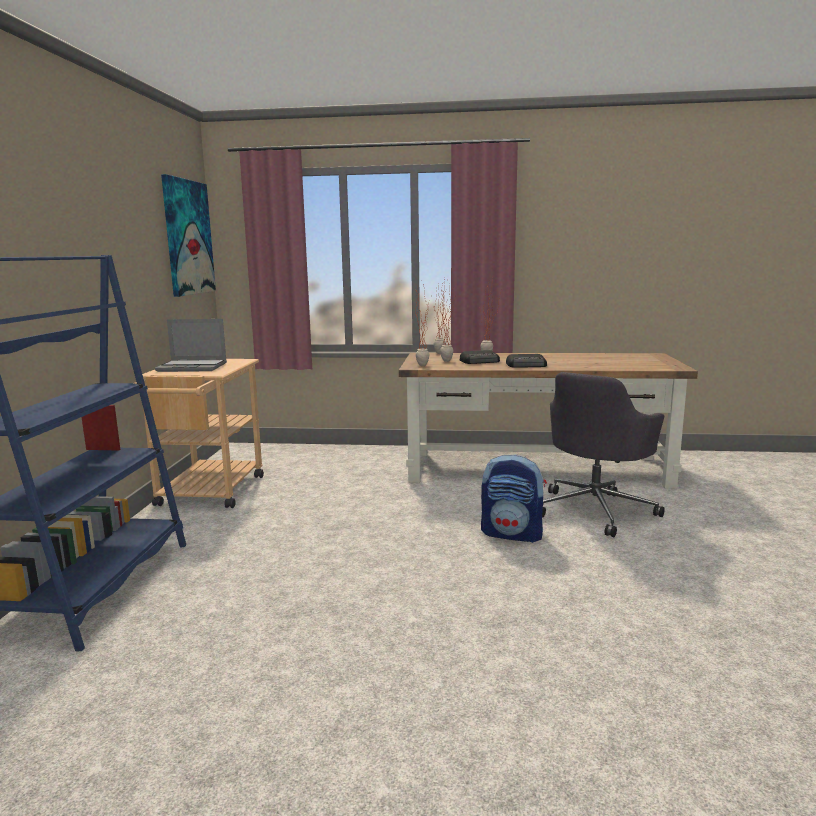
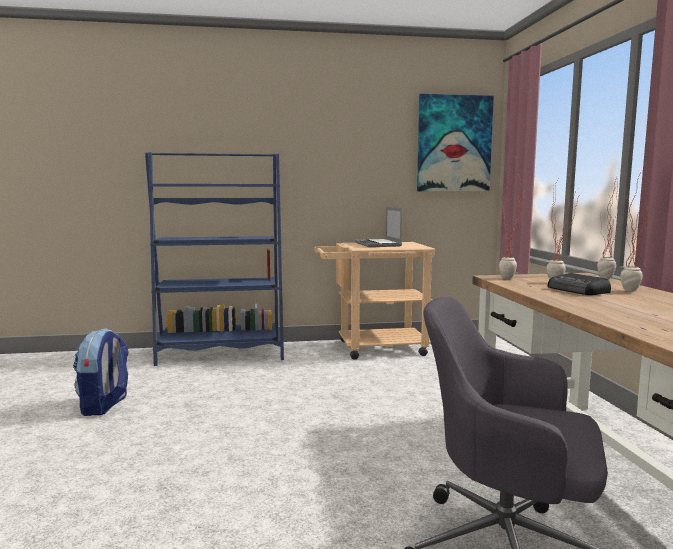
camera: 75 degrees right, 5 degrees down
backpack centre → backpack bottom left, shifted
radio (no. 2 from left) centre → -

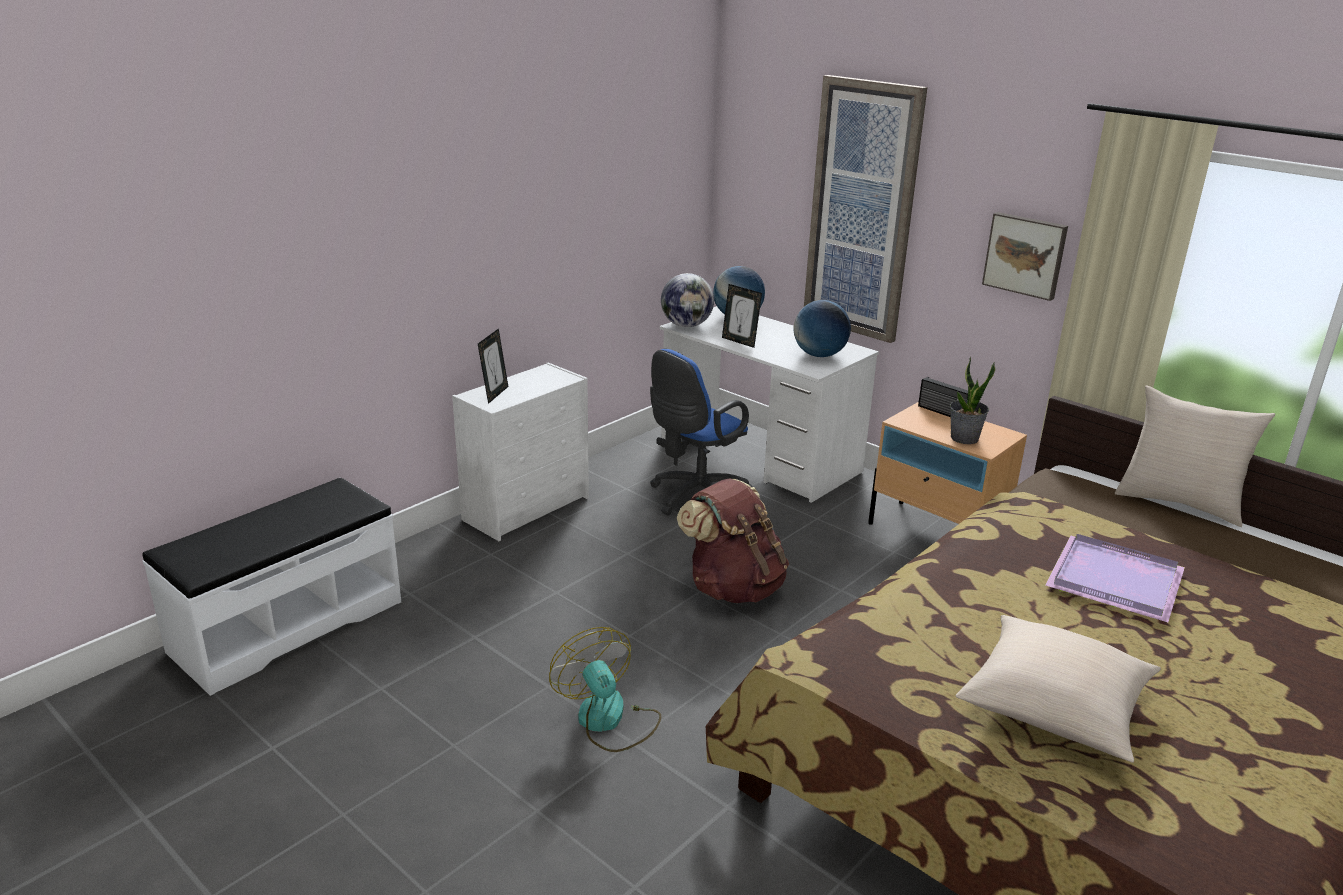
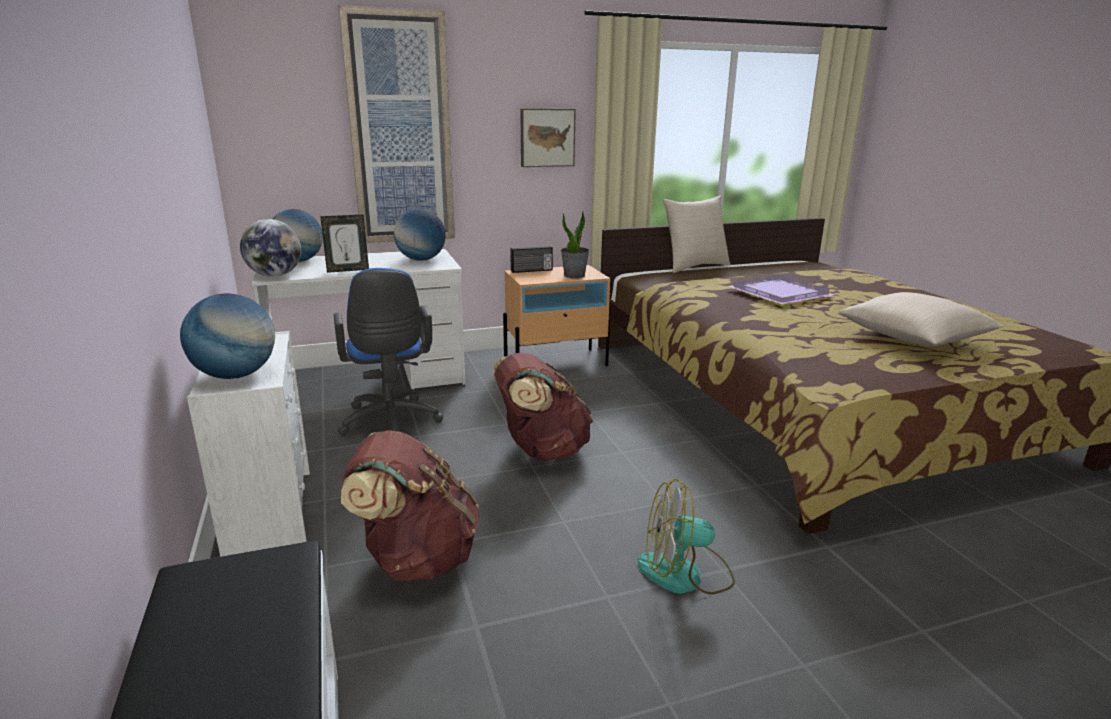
camera: 60 degrees left, 5 degrees down
picture frame (no. 1 from left) centre → world globe (no. 1 from left) middle left
- → brownish backpack (no. 1 from left) bottom centre

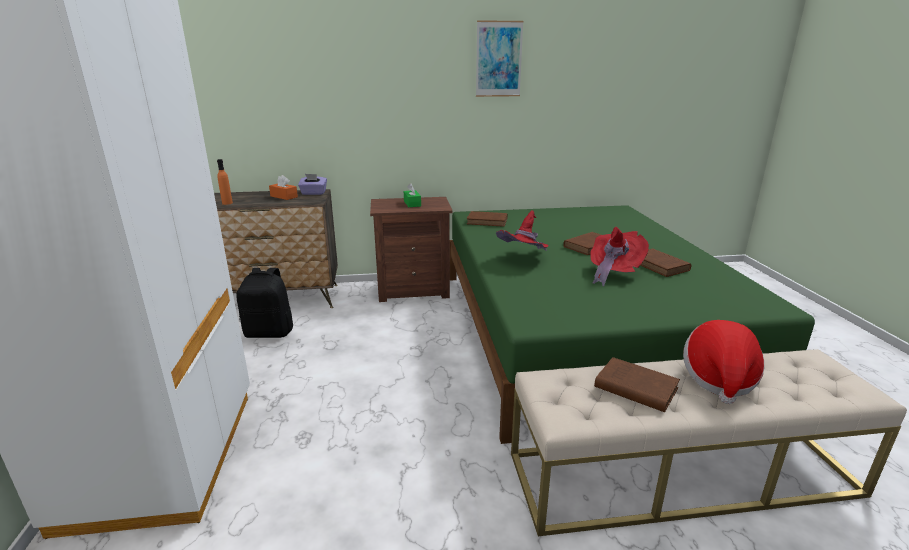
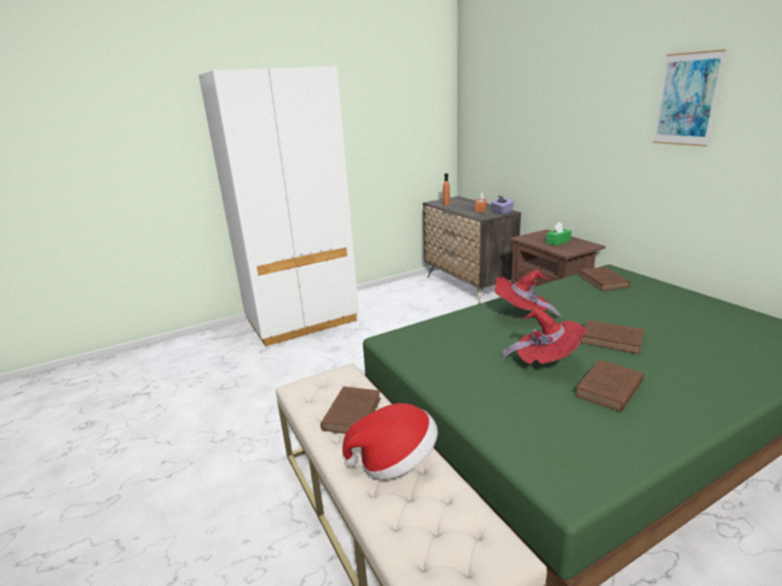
camera: 70 degrees right, 0 degrees up
blackish backpack middle left → -

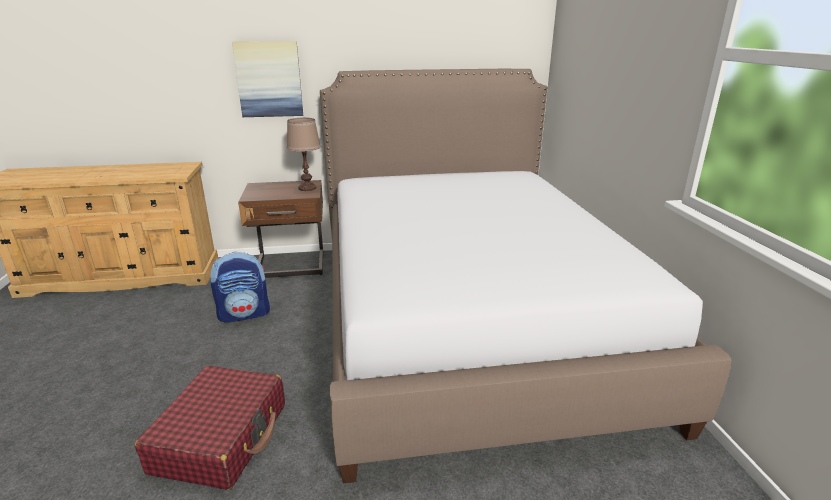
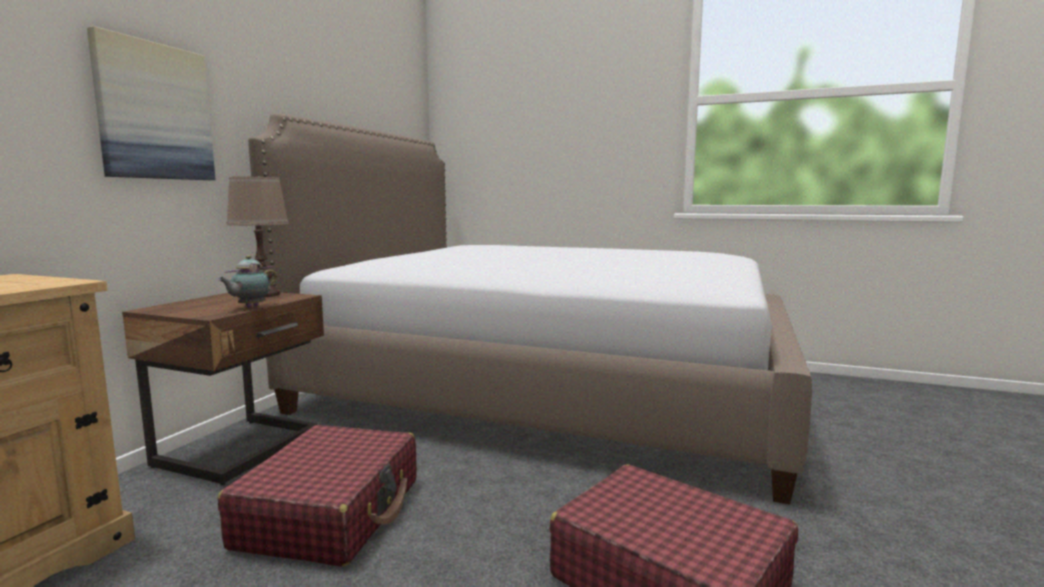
camera: 60 degrees left, 15 degrees down
- → pot for tea middle left
backpack middle left → red suitcase (no. 1 from left) bottom left

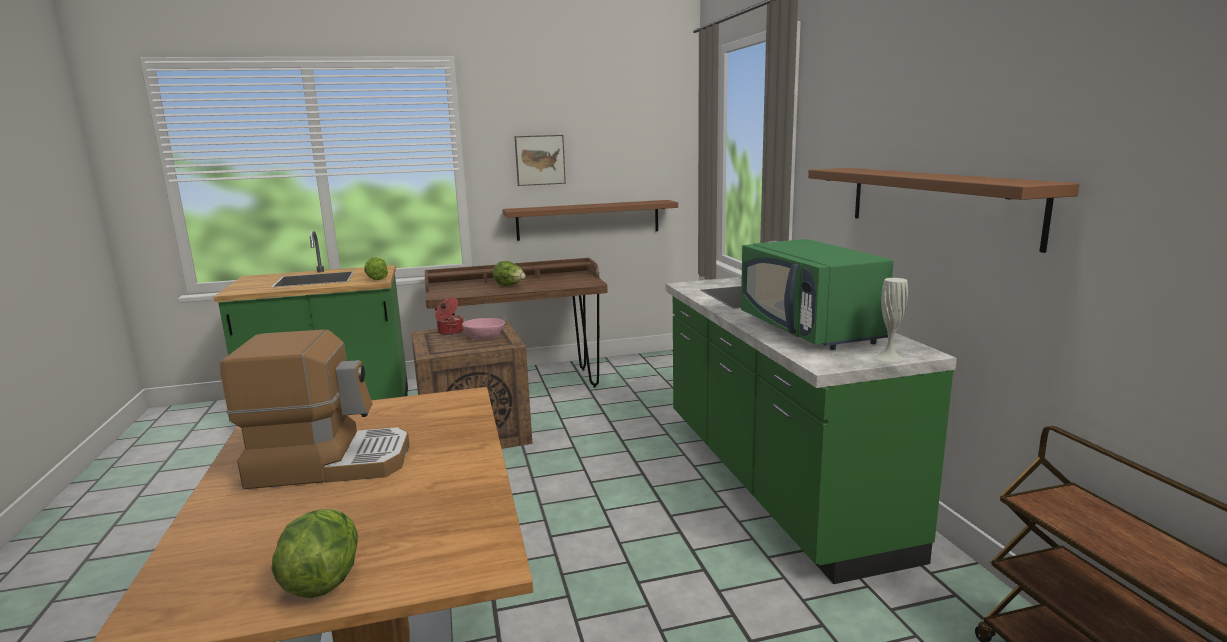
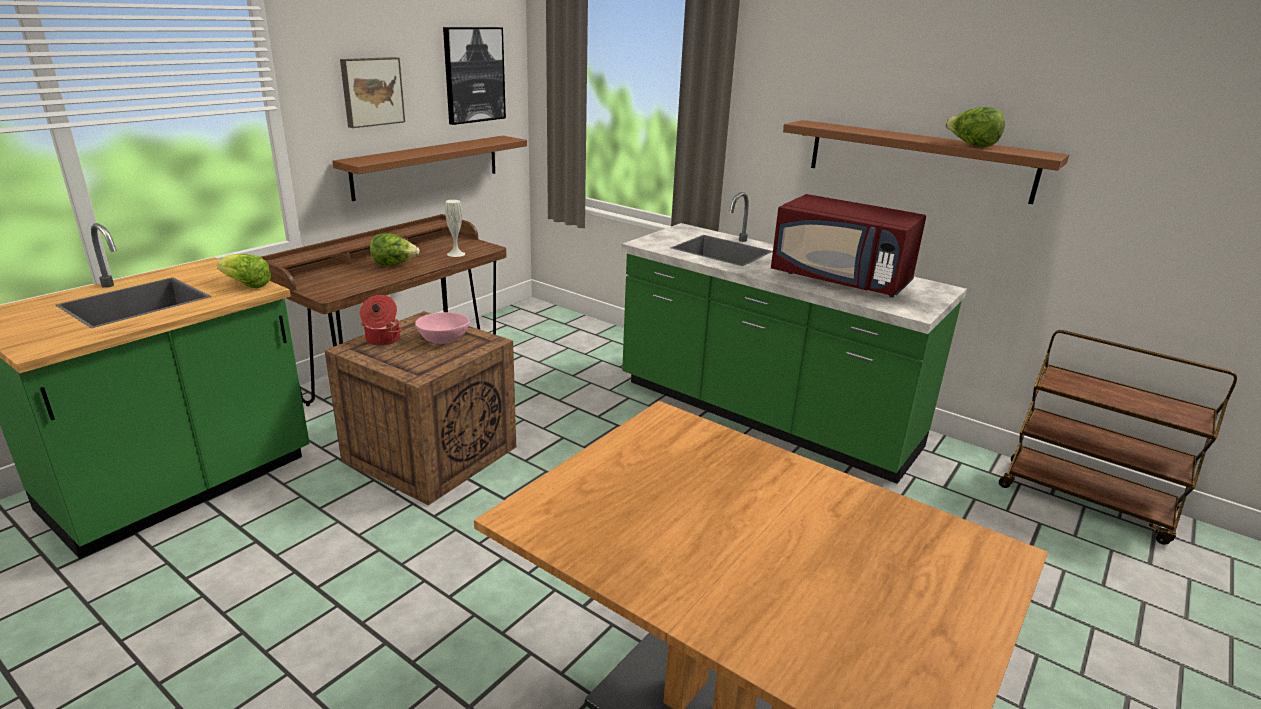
camera: 40 degrees left, 10 degrees up
- → wall art (no. 2 from left) top centre
whitish vase middle right → whitish vase top centre, shifted
green-coloured microwave oven centre → red microwave oven middle right
lettuce (no. 1 from left in the first image) bottom left → lettuce (no. 3 from left) top right, shifted
coffee brewer middle left → -

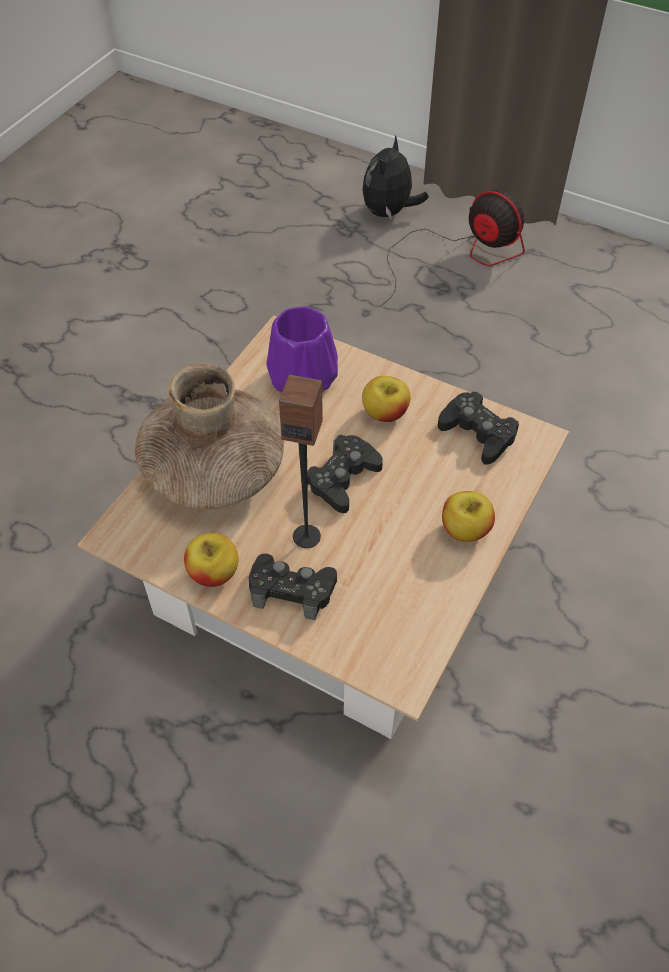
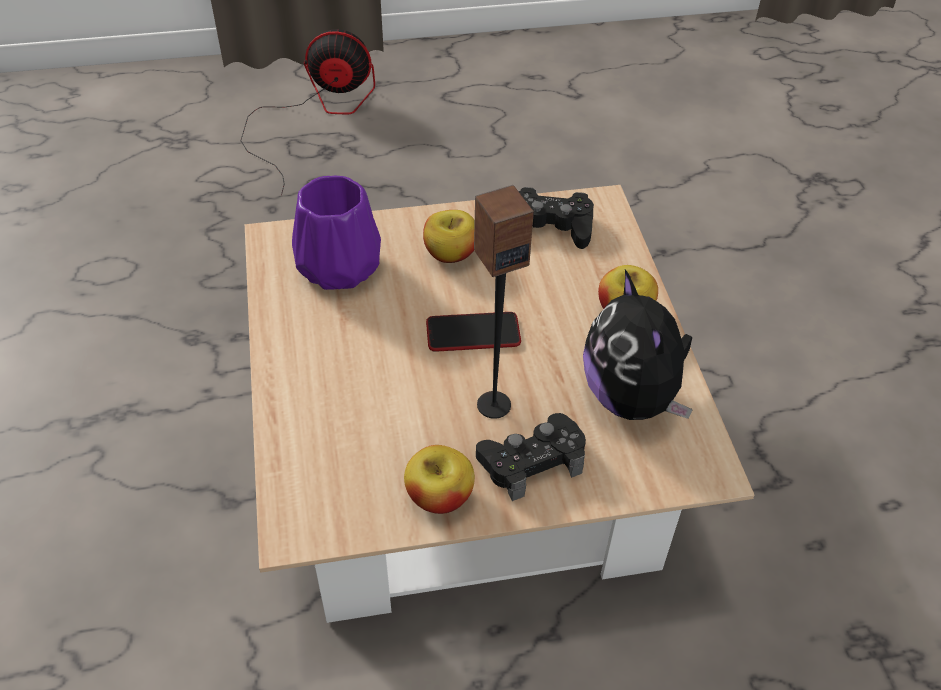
camera: 40 degrees left, 5 degrees down
blackish joypad (no. 2 from left) centre → handset centre
cuddly toy top centre → cuddly toy middle right, shifted
brownish vase middle left → -

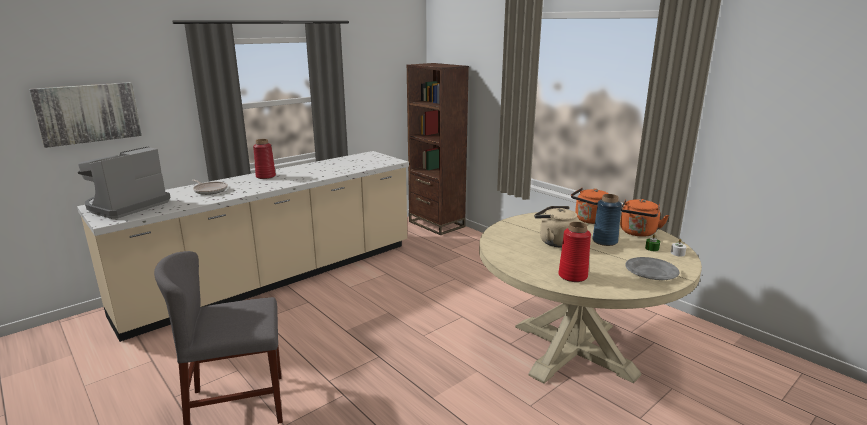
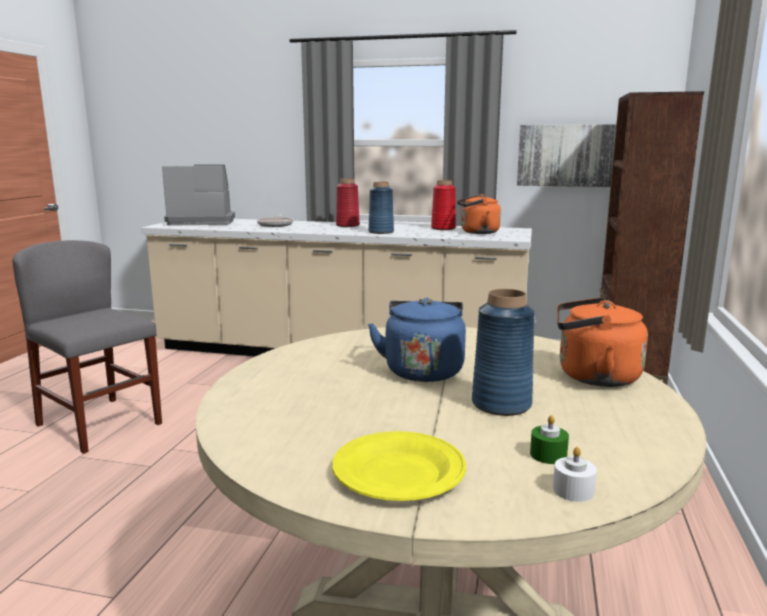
camera: 55 degrees right, 5 degrees down
grey plate middle right → yellowish plate bottom centre
- → blue vase (no. 1 from left) centre
beige-coloured kettle centre → blue kettle centre
red vase (no. 2 from left) centre → red vase (no. 2 from left) top centre, shifted
orangey kettle (no. 2 from left in the first image) middle right → orangey kettle (no. 1 from left) centre, shifted
wall art top left → wall art top right, shifted

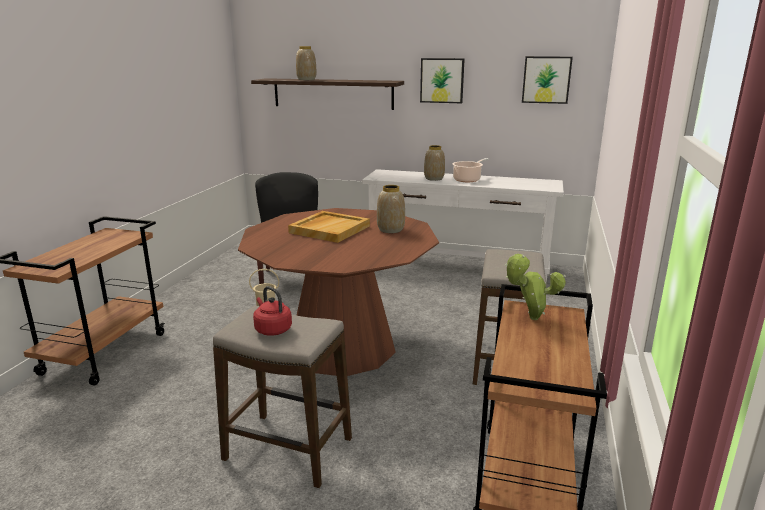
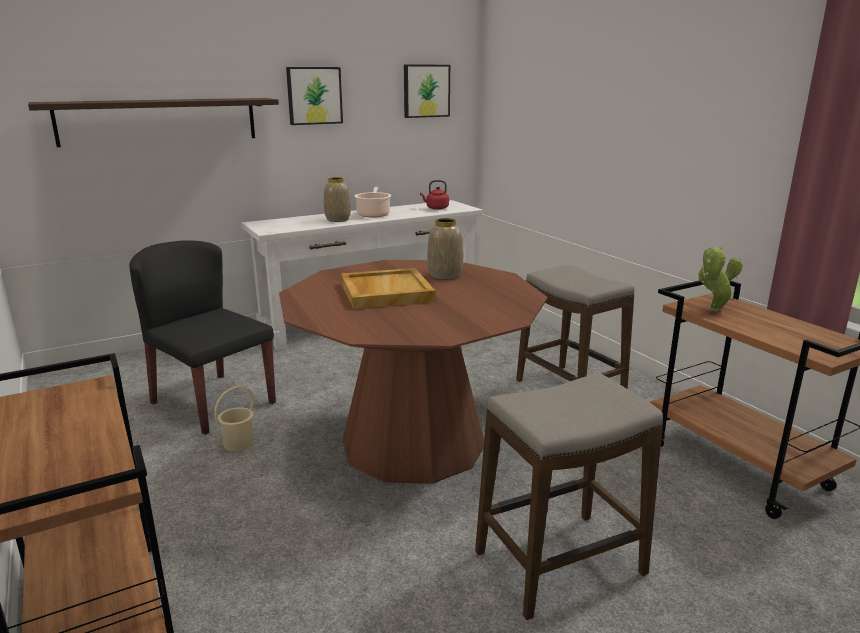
camera: 45 degrees left, 0 degrees up
red kettle centre → red kettle top centre, shifted
vase (no. 1 from left) top centre → -

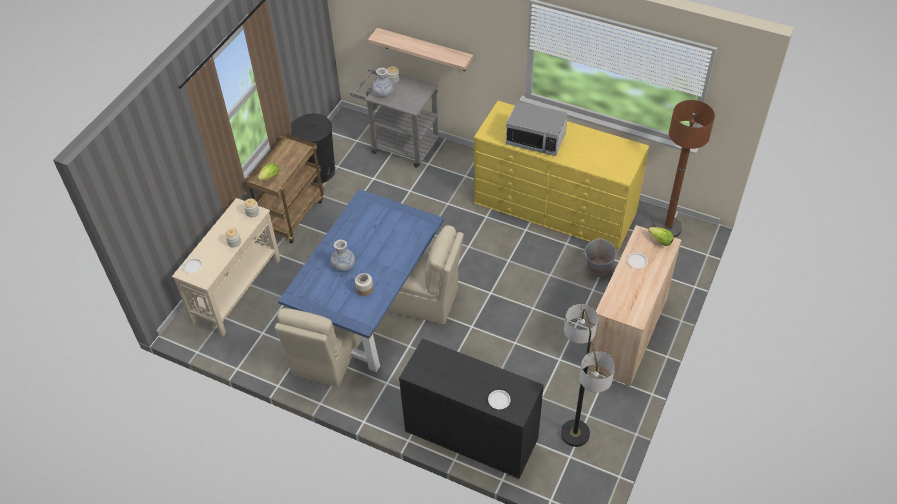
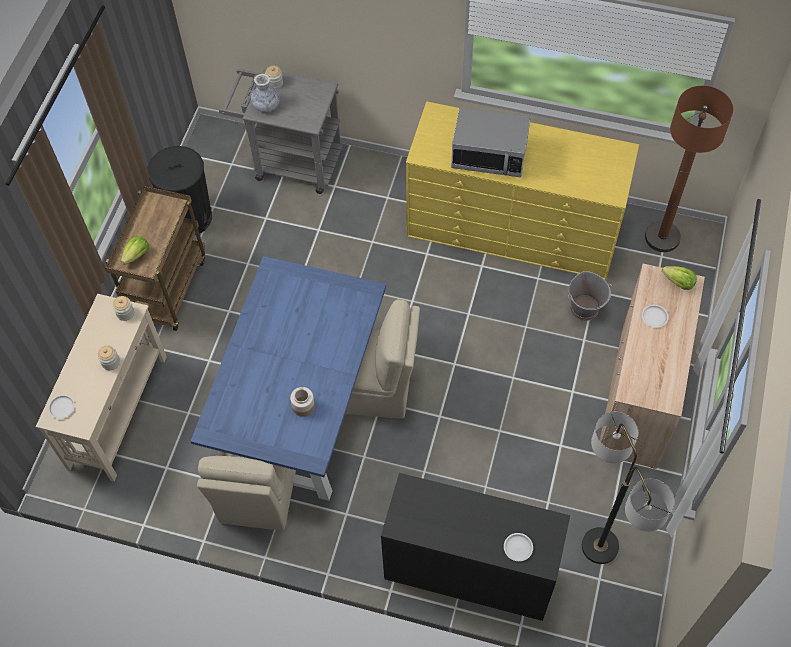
camera: 10 degrees left, 10 degrees up
vase (no. 1 from left) centre → -
wall shelf top centre → -

